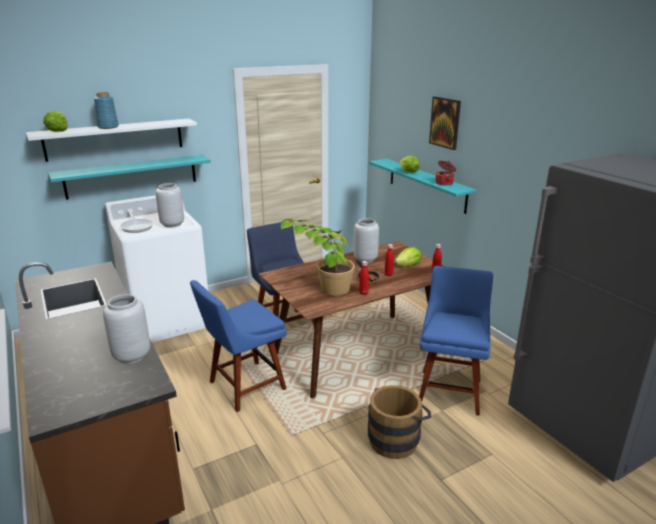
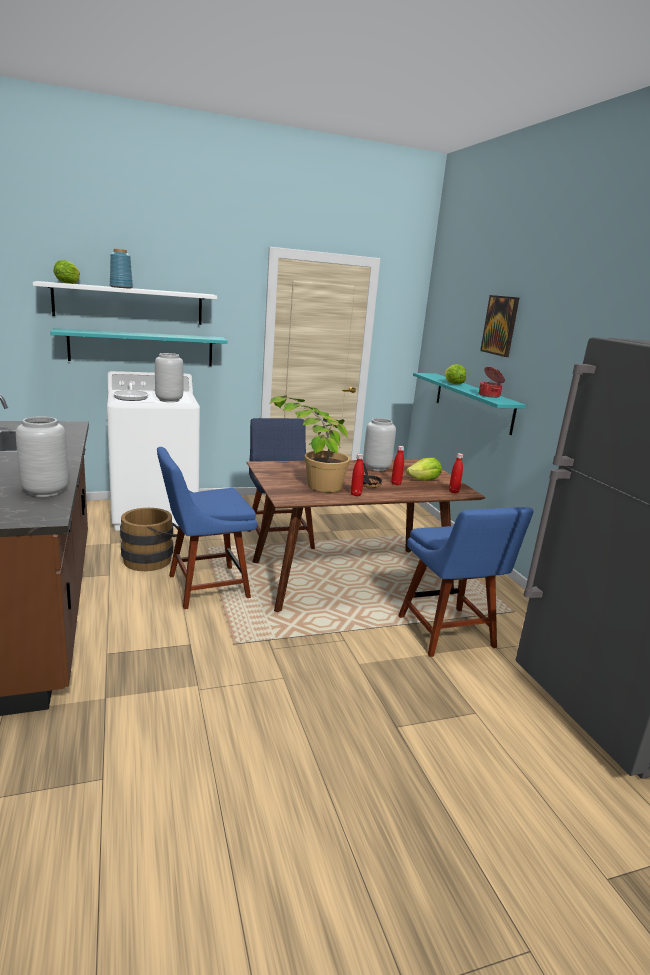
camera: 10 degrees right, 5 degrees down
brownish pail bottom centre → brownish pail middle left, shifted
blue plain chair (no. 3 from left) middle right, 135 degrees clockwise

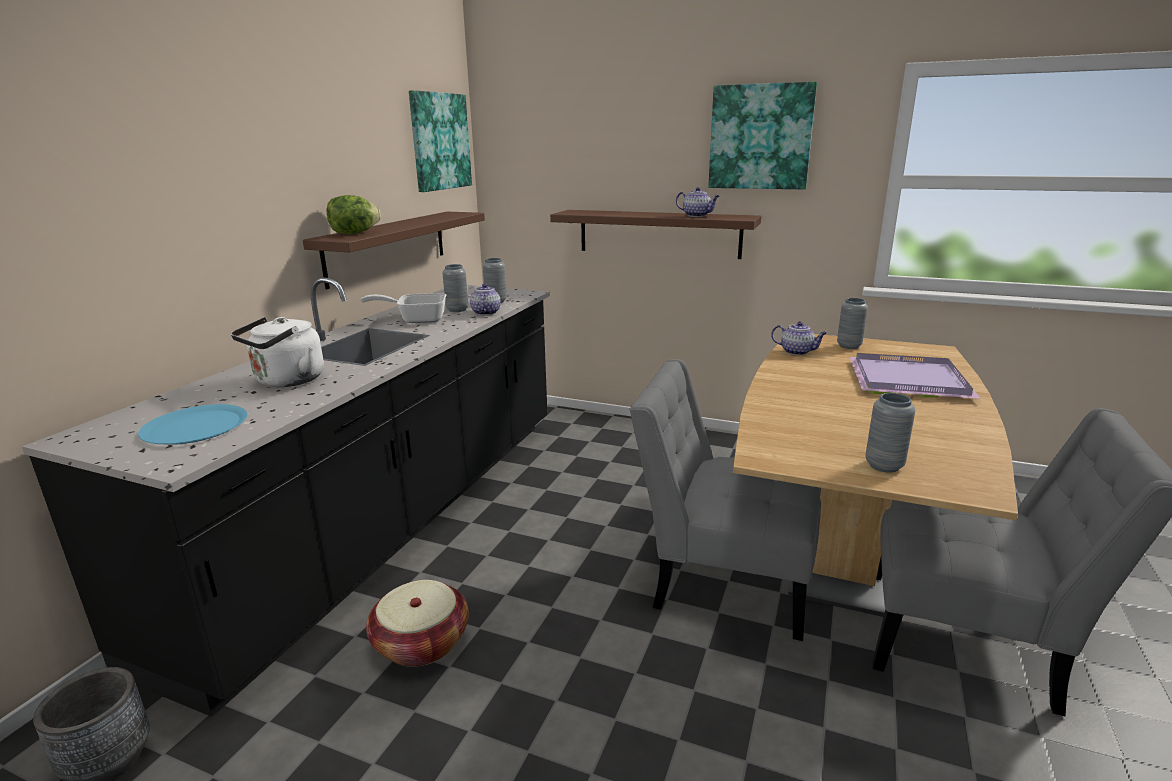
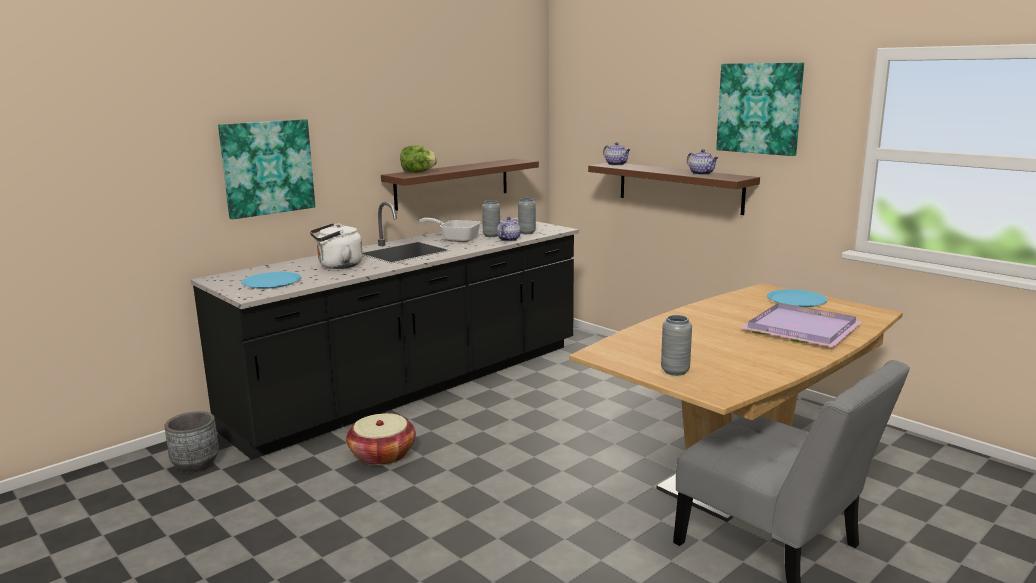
camera: 25 degrees right, 5 degrees down
wall art (no. 1 from left) top centre → wall art (no. 1 from left) top left, shifted
pot for tea (no. 3 from left in the first image) middle right → pot for tea (no. 2 from left) top centre, shifted
grey vase (no. 3 from left) middle right → blue plate (no. 2 from left) middle right
grey plain chair (no. 1 from left) centre → -

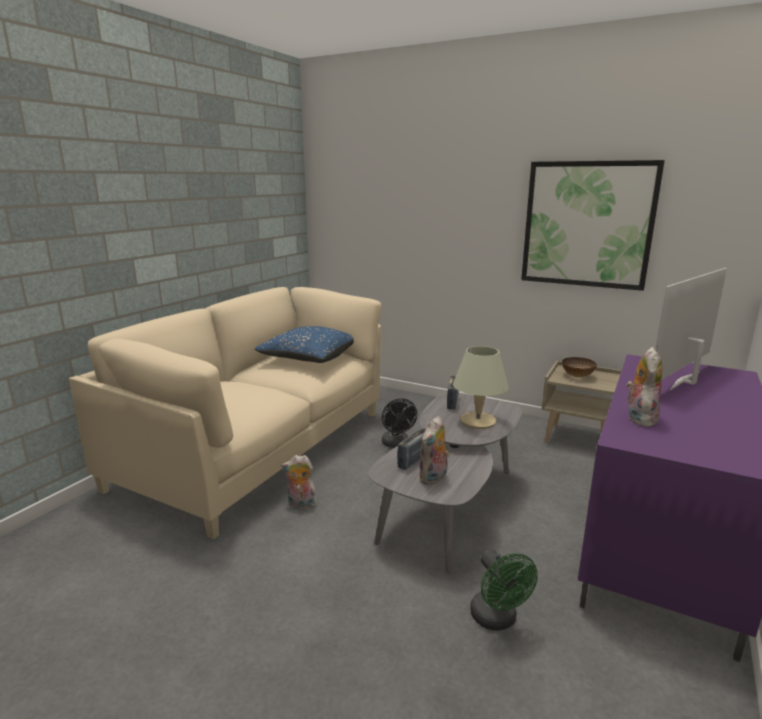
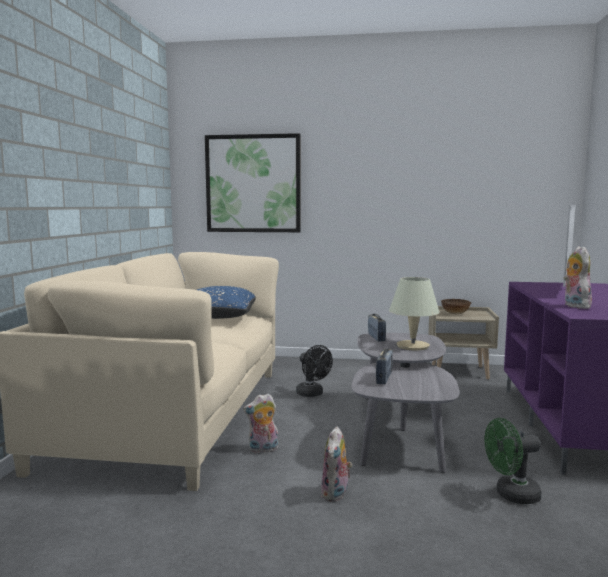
camera: 20 degrees left, 10 degrees down
wall art top right → wall art top centre, shifted
cuddly toy (no. 2 from left) centre → cuddly toy (no. 2 from left) bottom centre, shifted
green-coloured electric fan bottom centre → green-coloured electric fan bottom right, 120 degrees clockwise

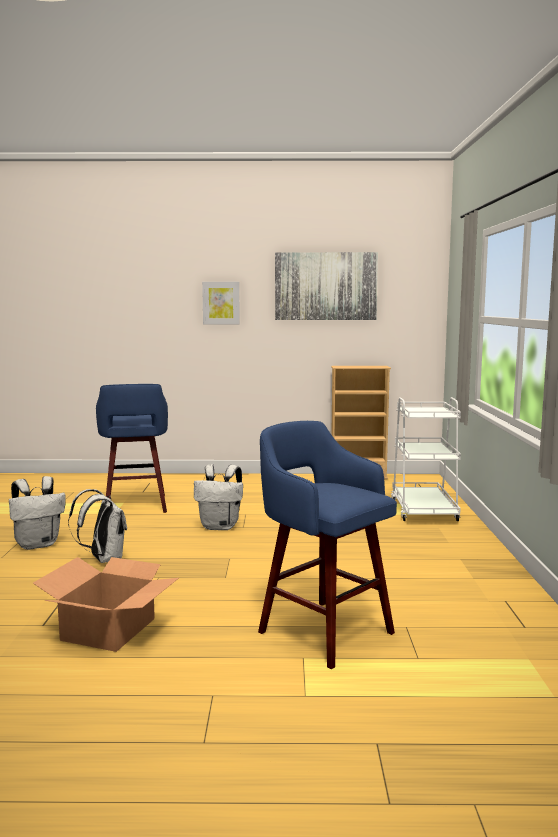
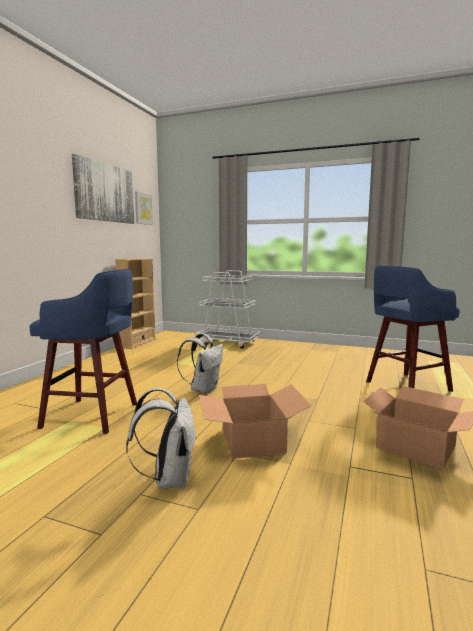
camera: 70 degrees left, 0 degrees up
wall art (no. 1 from left in the first image) centre → wall art (no. 2 from left) top left, shifted
whitish backpack (no. 2 from left) middle left → cardboard box (no. 1 from left) bottom centre

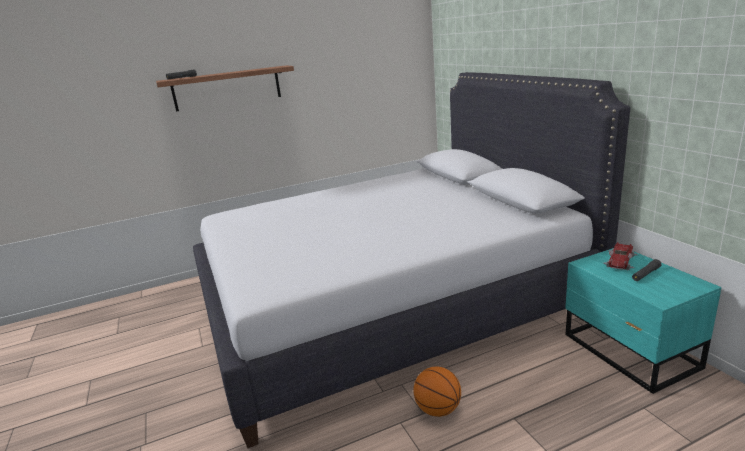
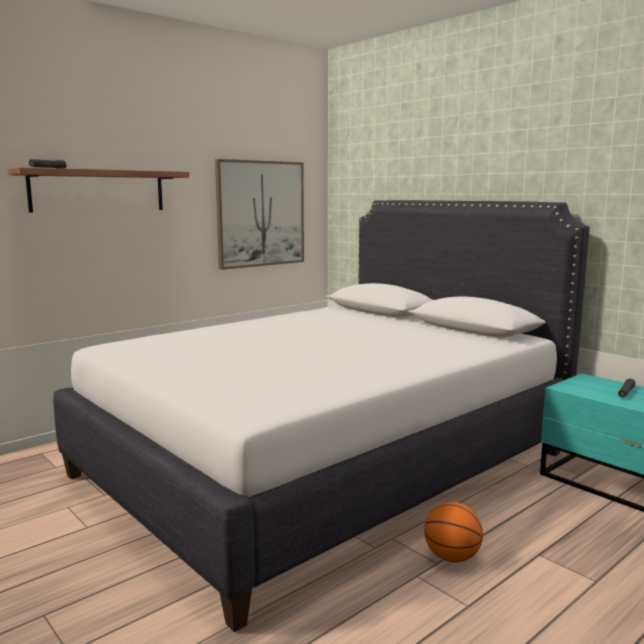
camera: 20 degrees left, 10 degrees down
- → wall art top centre
miniature car middle right → -

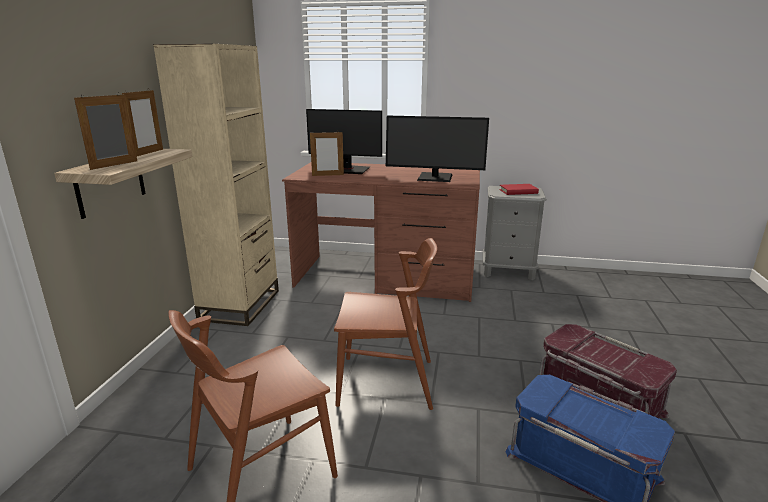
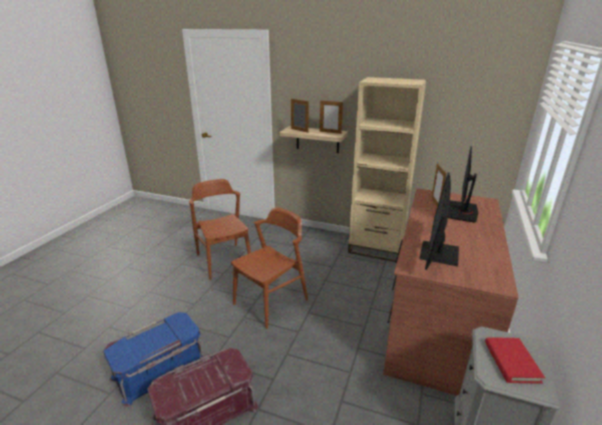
camera: 100 degrees right, 5 degrees up
brownish plain chair (no. 2 from left) centre, 150 degrees counterclockwise

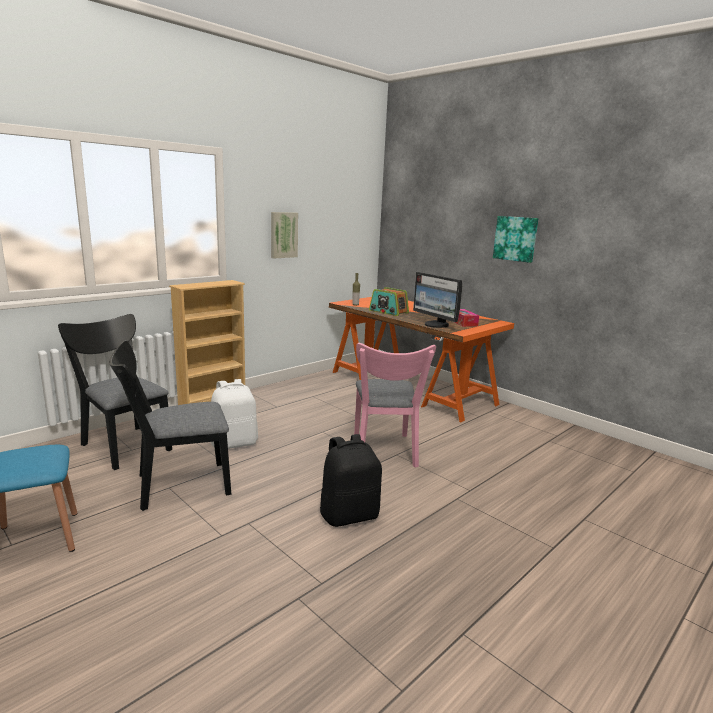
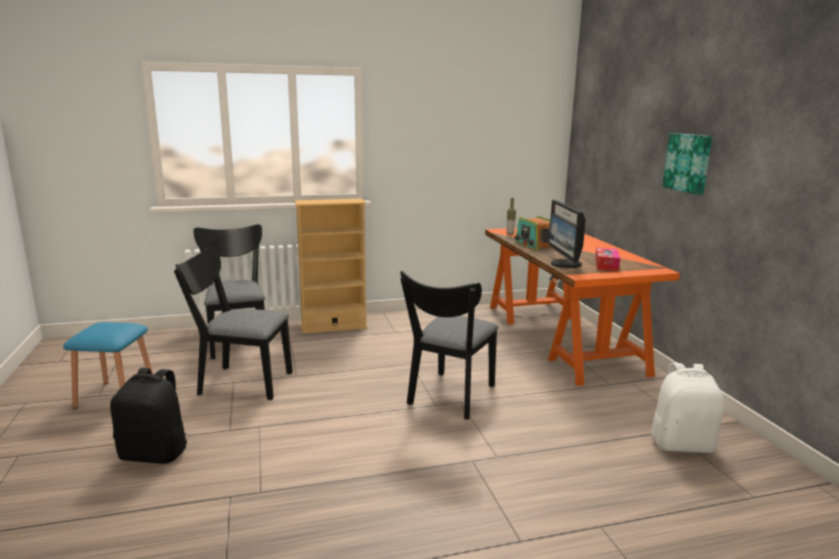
camera: 30 degrees right, 0 degrees up
blackish backpack bottom centre → blackish backpack bottom left, shifted
pinkish plain chair centre → blackish plain chair (no. 3 from left) centre
whitish backpack middle left → whitish backpack bottom right, shifted
wall art (no. 1 from left) top centre → -

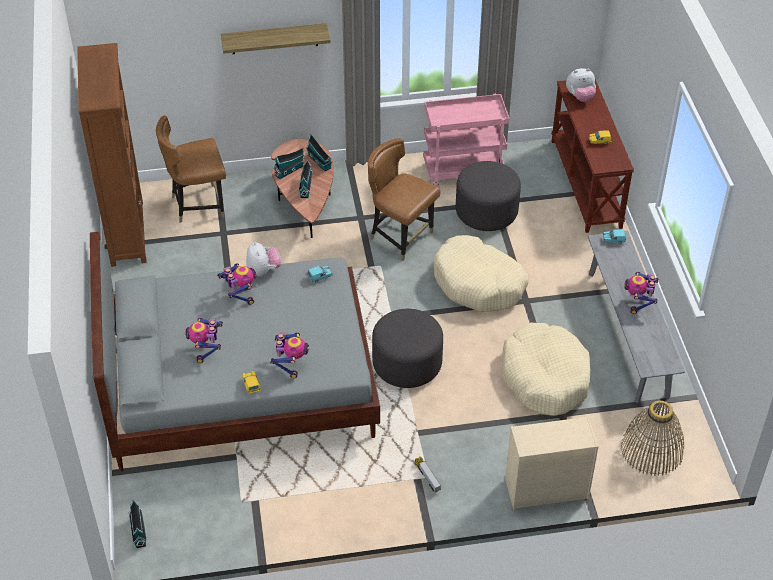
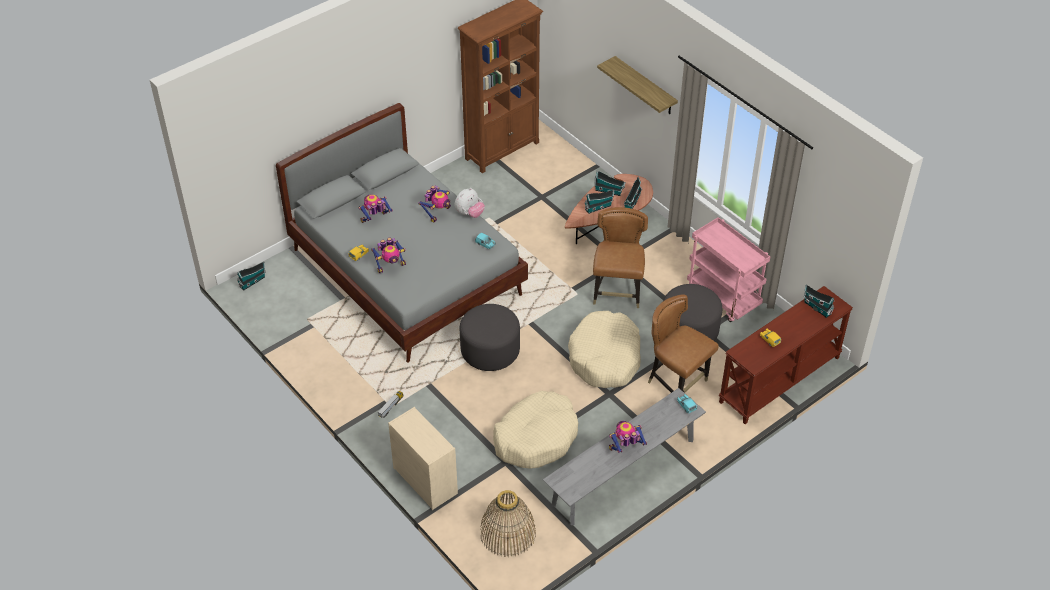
camera: 60 degrees right, 0 degrees up
brownish plain chair (no. 1 from left in the first image) top left → brownish plain chair (no. 2 from left) centre, shifted
cuddly toy (no. 2 from left) top right → model house (no. 5 from left) middle right

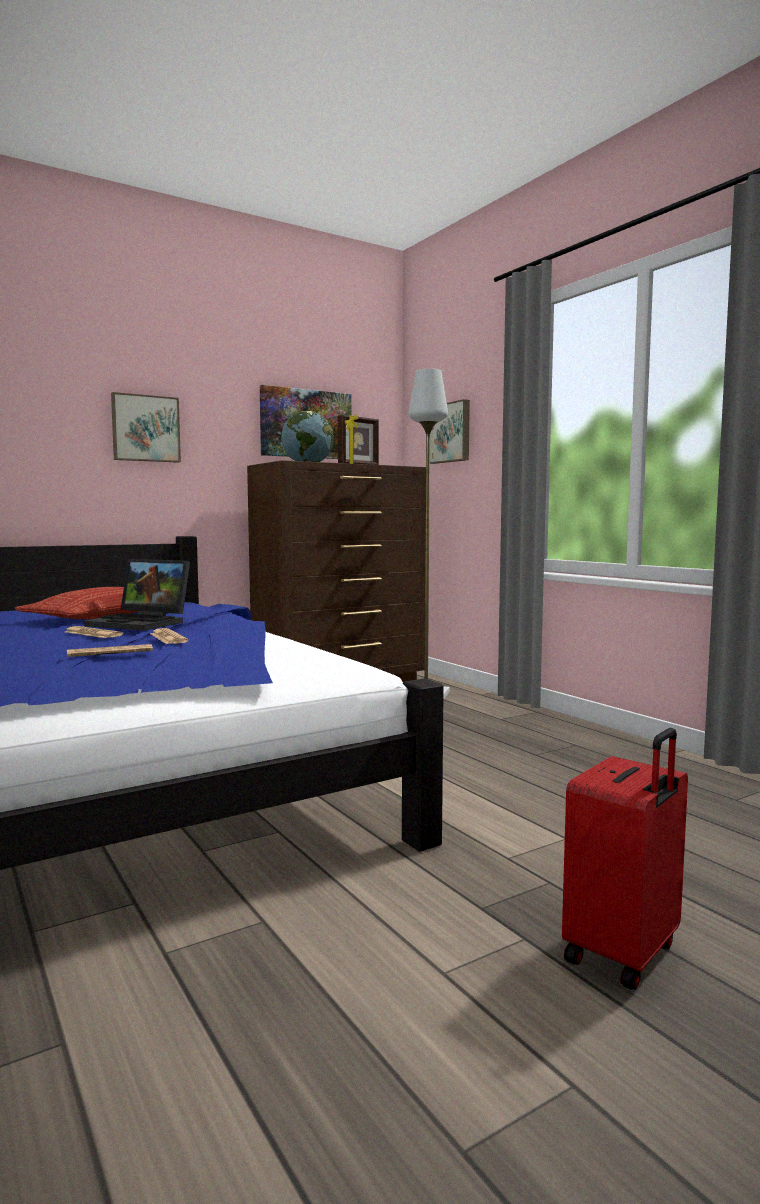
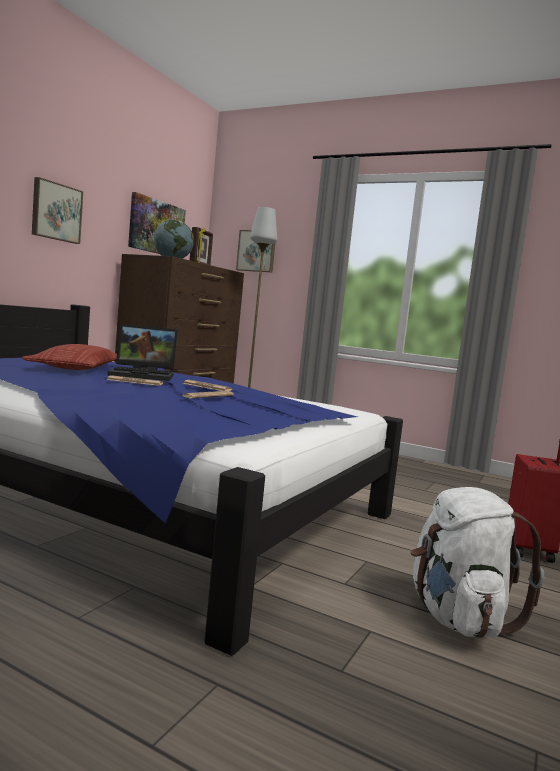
camera: 30 degrees left, 0 degrees up
- → whitish backpack bottom right

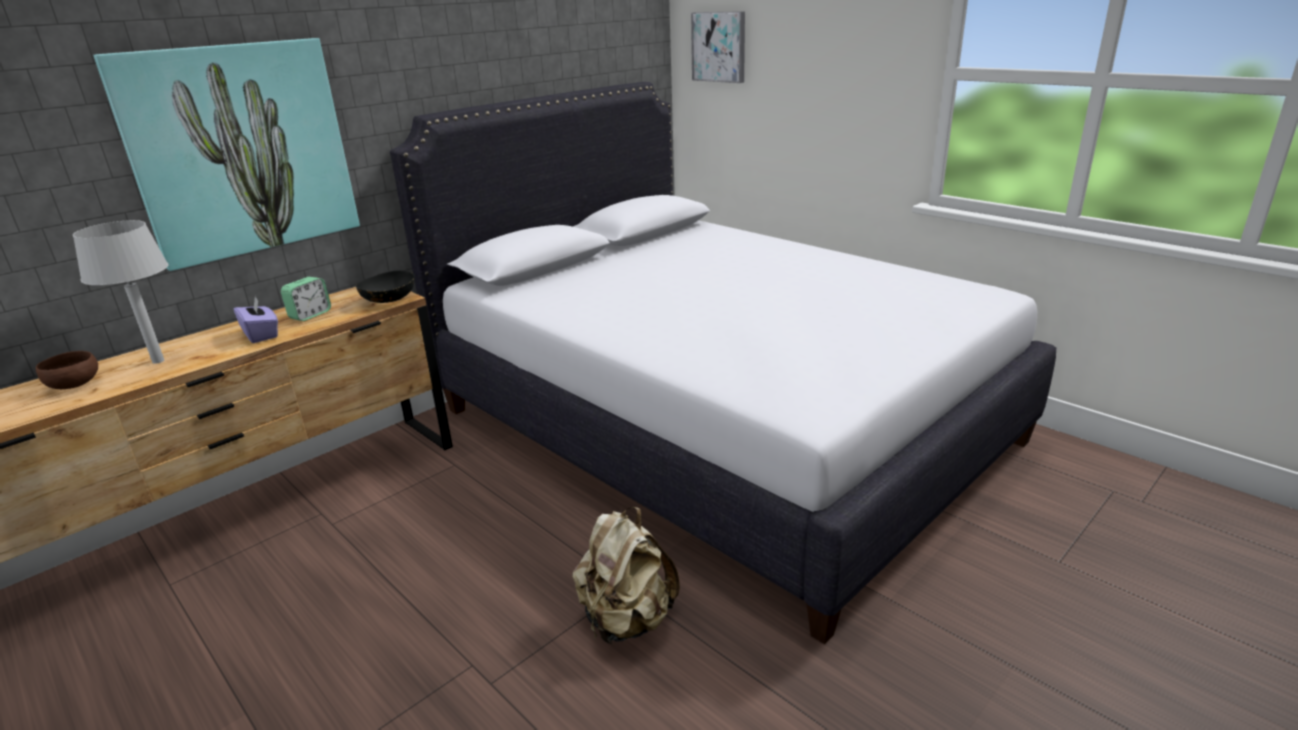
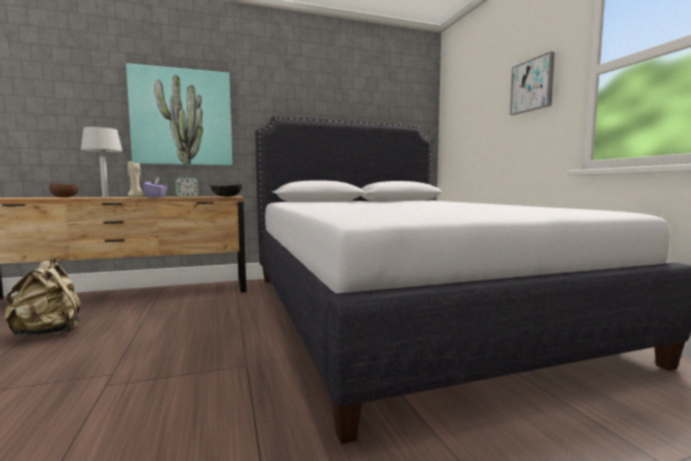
camera: 25 degrees right, 20 degrees down
beige-coloured backpack bottom centre → beige-coloured backpack middle left, shifted
- → beige-coloured wax light middle left
wall art (no. 2 from left) top centre → wall art (no. 2 from left) top right, shifted

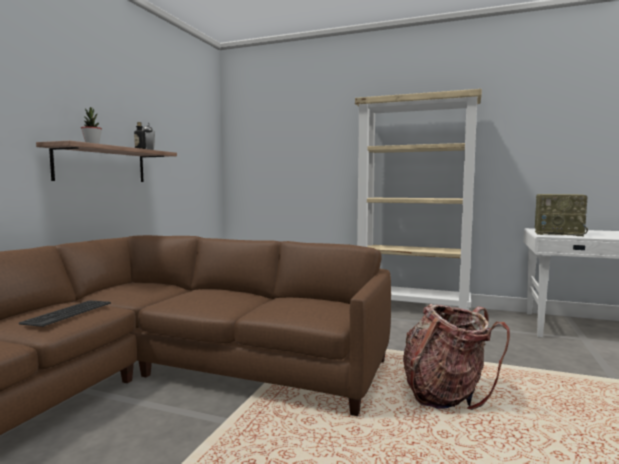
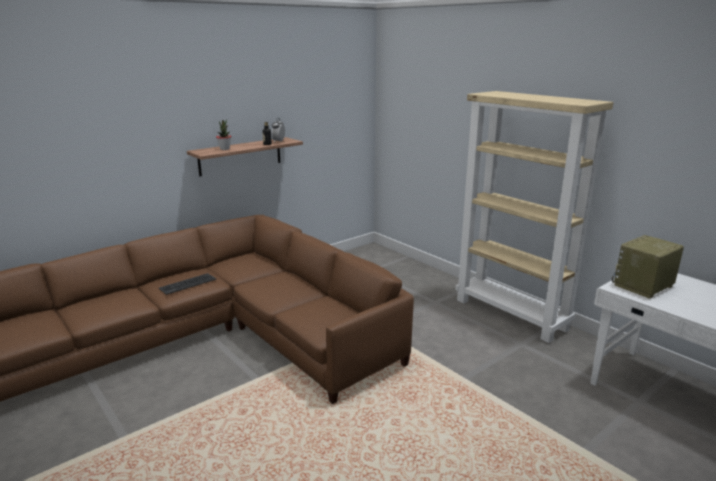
camera: 30 degrees right, 15 degrees up
radio middle right, 90 degrees clockwise
backpack bottom right → -

